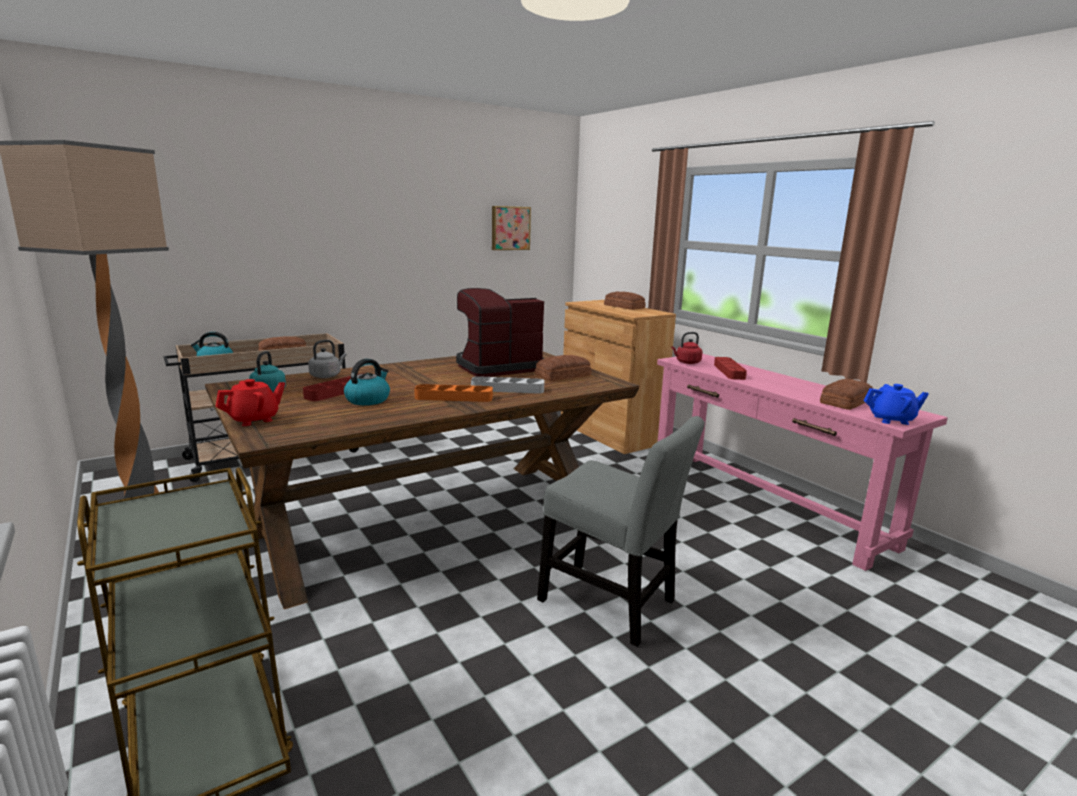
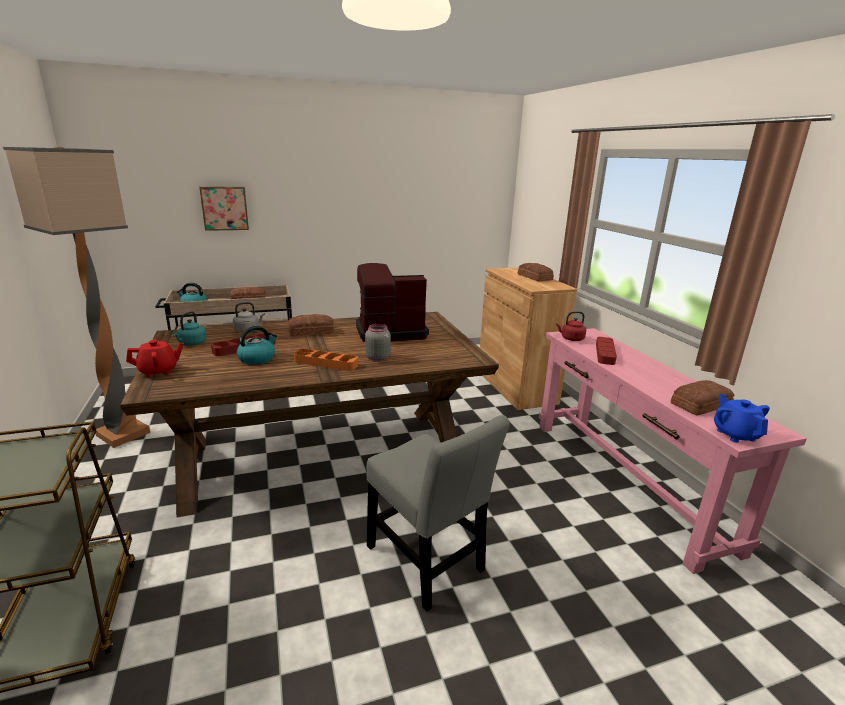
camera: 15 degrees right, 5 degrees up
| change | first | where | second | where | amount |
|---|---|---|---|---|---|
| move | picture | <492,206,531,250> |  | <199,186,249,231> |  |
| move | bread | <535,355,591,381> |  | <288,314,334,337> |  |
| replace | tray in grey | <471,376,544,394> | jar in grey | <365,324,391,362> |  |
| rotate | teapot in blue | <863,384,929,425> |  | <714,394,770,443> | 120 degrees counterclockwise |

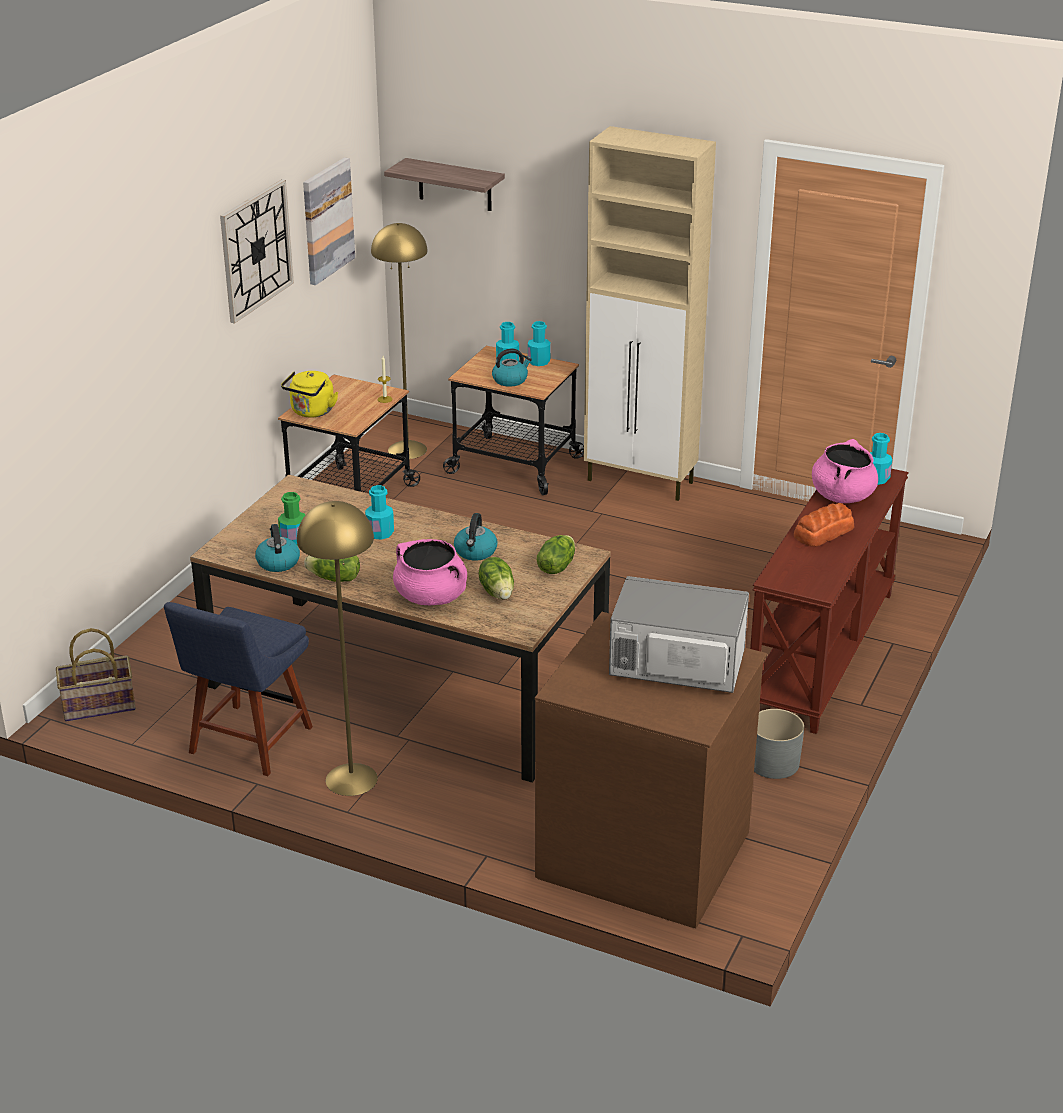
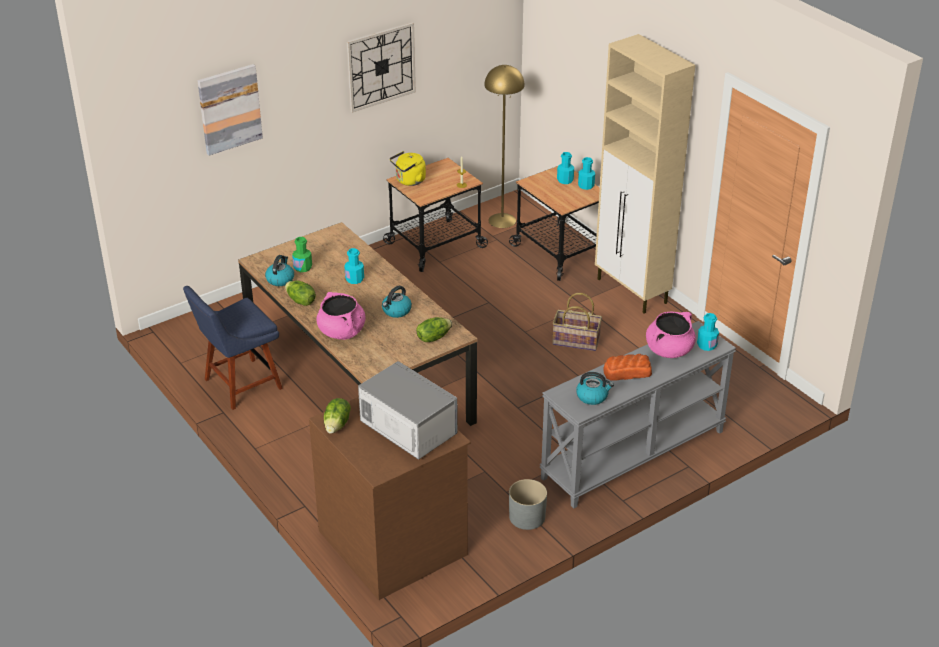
camera: 30 degrees right, 5 degrees up
| change | first | where | second | where | amount |
|---|---|---|---|---|---|
| move | picture | <303,157,355,285> |  | <198,64,263,155> |  |
| delete | shelf | <384,158,505,211> |  |  |  |
| move | kettle | <492,348,532,387> |  | <576,372,614,405> |  |
| recolor | console table in brown | <750,469,909,734> | console table in grey | <540,321,736,509> |  |
| delete | floor lamp in yellow | <297,501,378,796> |  |  |  |
| move | lettuce | <478,557,514,600> |  | <324,398,351,433> |  |
| move | basket | <56,628,136,722> |  | <552,293,602,351> |  |

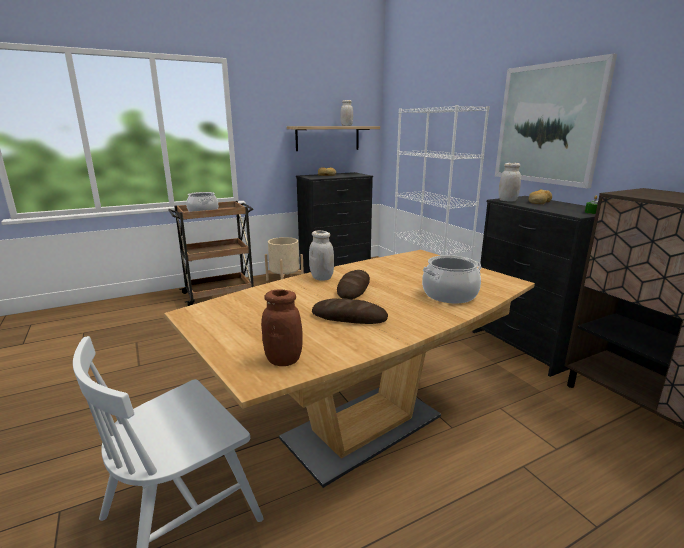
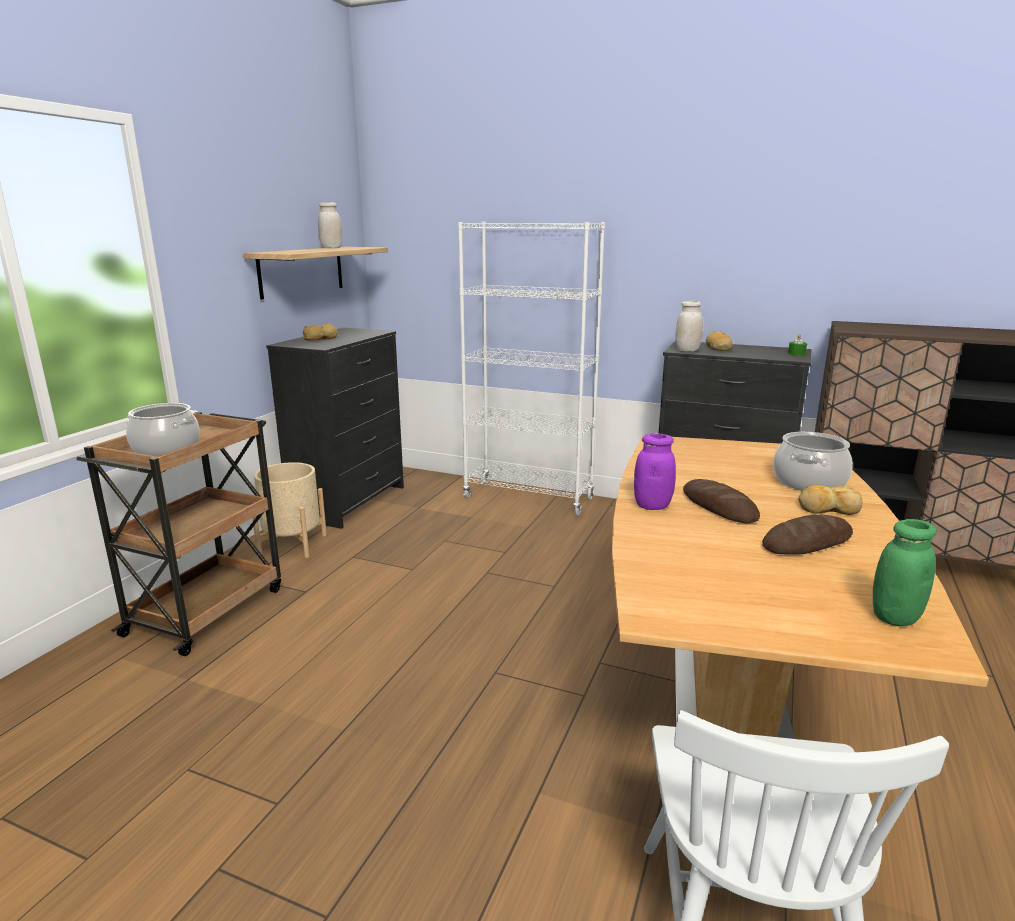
camera: 40 degrees left, 0 degrees up
| change | first | where | second | where | amount |
|---|---|---|---|---|---|
| delete | picture | <495,54,617,188> |  |  |  |
| recolor | jar in white | <309,230,334,281> | jar in purple | <634,433,676,510> |  |
| recolor | jar in brown | <261,289,303,366> | jar in green | <873,519,937,626> |  |
| insert |  |  | bread | <798,485,862,515> |  |

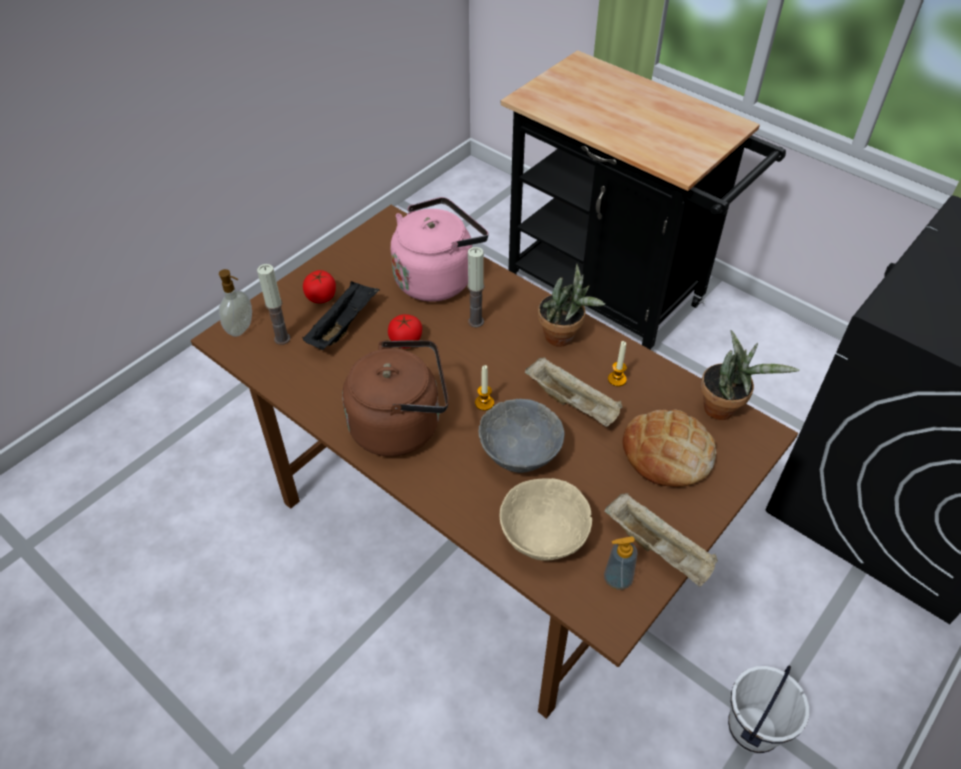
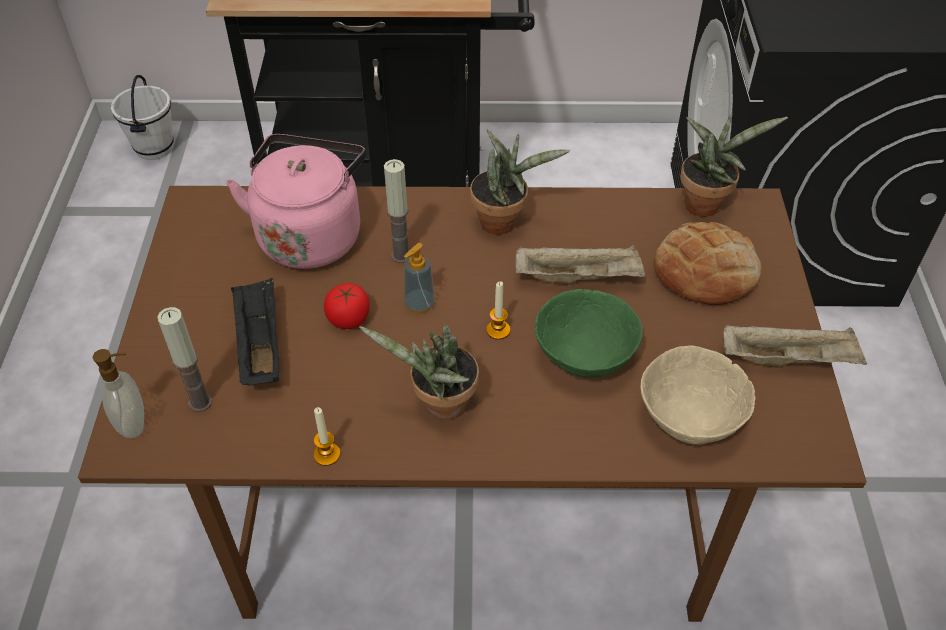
camera: 40 degrees left, 0 degrees up
| change | first | where | second | where | amount |
|---|---|---|---|---|---|
| delete | tomato | <303,270,336,303> |  |  |  |
| replace | kettle in brown | <342,340,449,457> | potted plant | <359,324,479,420> |  |
| move | candle | <608,341,627,387> |  | <313,407,340,466> |  |
| recolor | bowl in grey | <478,399,565,473> | bowl in green | <535,289,643,378> |  |
| move | soap dispenser | <604,536,638,590> |  | <404,243,435,314> |  |
| move | bucket in white | <728,666,809,754> |  | <111,75,173,160> |  |

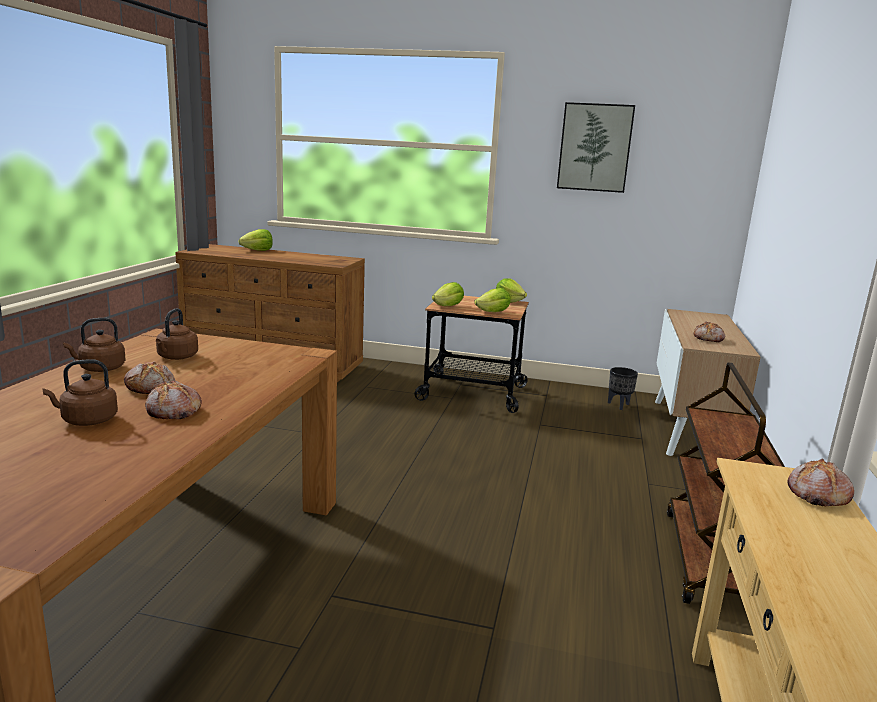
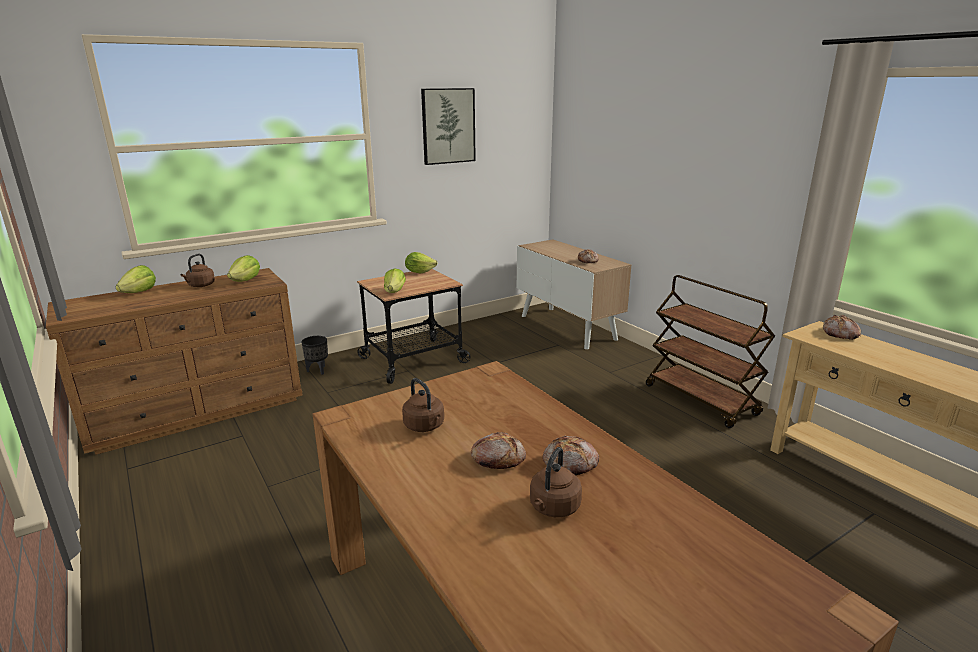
camera: 45 degrees left, 5 degrees up
| change | first | where | second | where | amount |
|---|---|---|---|---|---|
| move | lettuce | <474,288,511,312> |  | <227,255,260,282> |  |
| move | kettle in brown | <63,318,126,372> |  | <181,254,215,287> |  |
| move | planter in black | <608,367,638,410> |  | <301,336,328,375> |  |

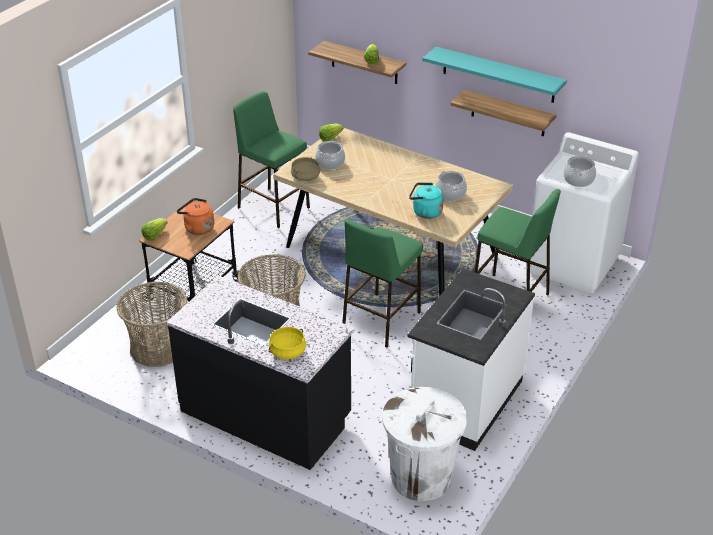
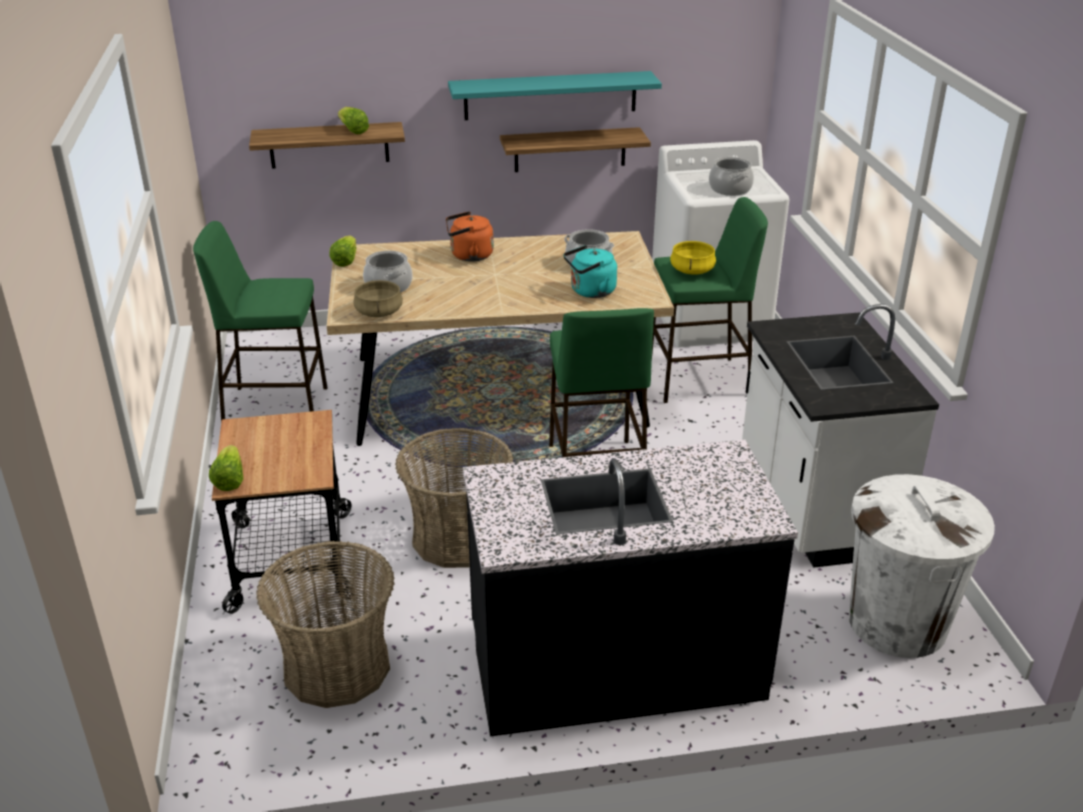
camera: 40 degrees left, 5 degrees down
| change | first | where | second | where | amount |
|---|---|---|---|---|---|
| move | kettle in orange | <177,198,214,235> |  | <446,211,494,262> |  |
| move | cooking pot in yellow | <269,327,306,359> |  | <670,241,716,275> |  |

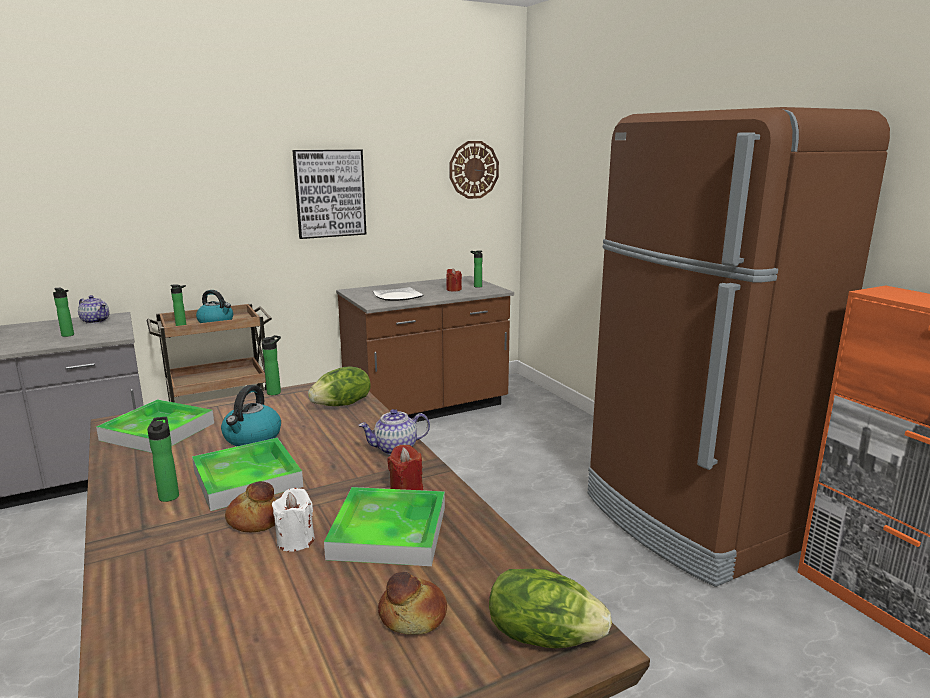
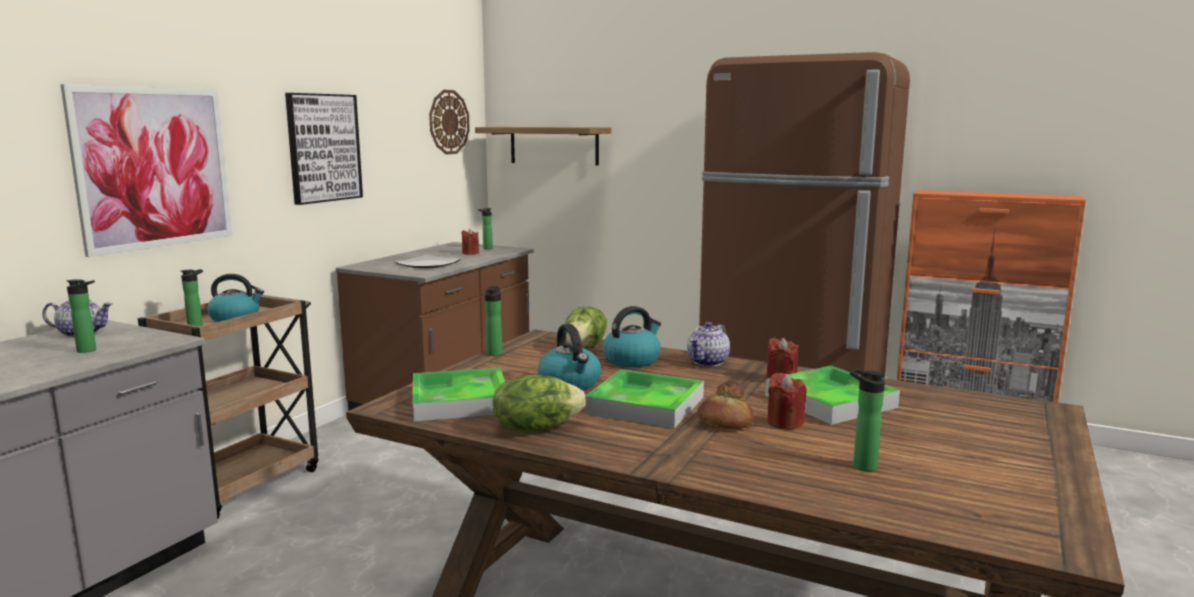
camera: 35 degrees left, 5 degrees down
| change | first | where | second | where | amount |
|---|---|---|---|---|---|
| move | bottle | <147,417,179,502> |  | <850,368,886,472> |  |
| recolor | candle in white | <272,488,315,552> | candle in red | <767,373,806,430> |  |
| move | lettuce | <489,569,612,648> |  | <493,375,586,432> |  |
| delete | bread | <378,572,447,635> |  |  |  |
| insert |  |  | picture | <60,84,232,257> |  |
| insert |  |  | shelf | <475,127,611,166> |  |
| insert |  |  | kettle | <603,306,661,367> |  |

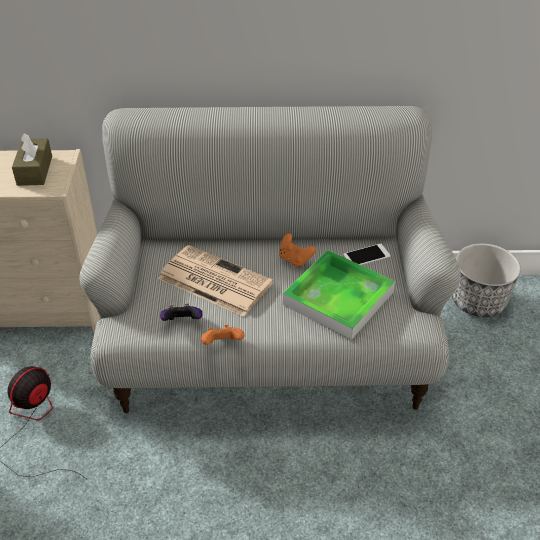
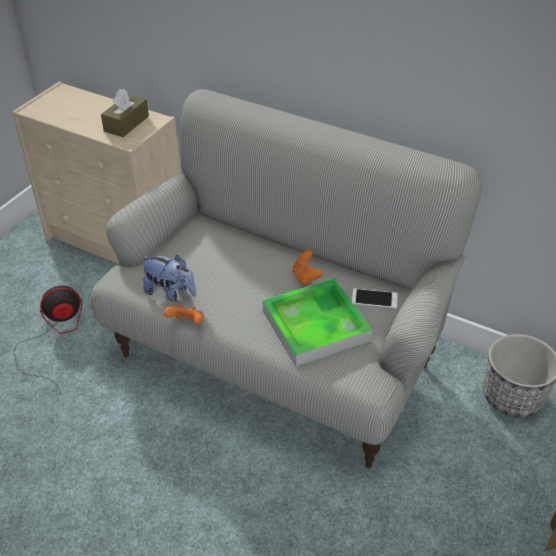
camera: 30 degrees right, 0 degrees up
| change | first | where | second | where | amount |
|---|---|---|---|---|---|
| delete | newspaper | <158,245,273,317> |  |  |  |
| replace | game controller | <160,303,202,321> | plush toy | <141,255,196,302> |  |

